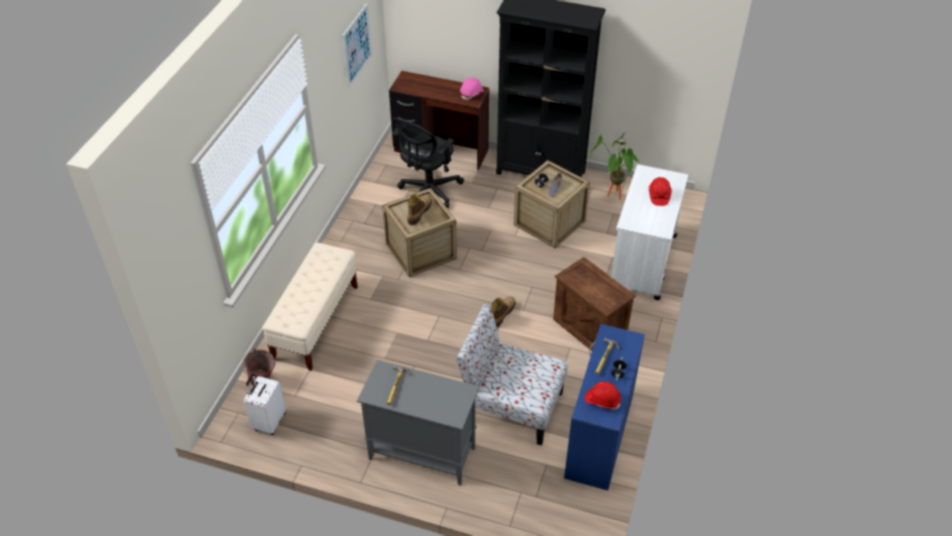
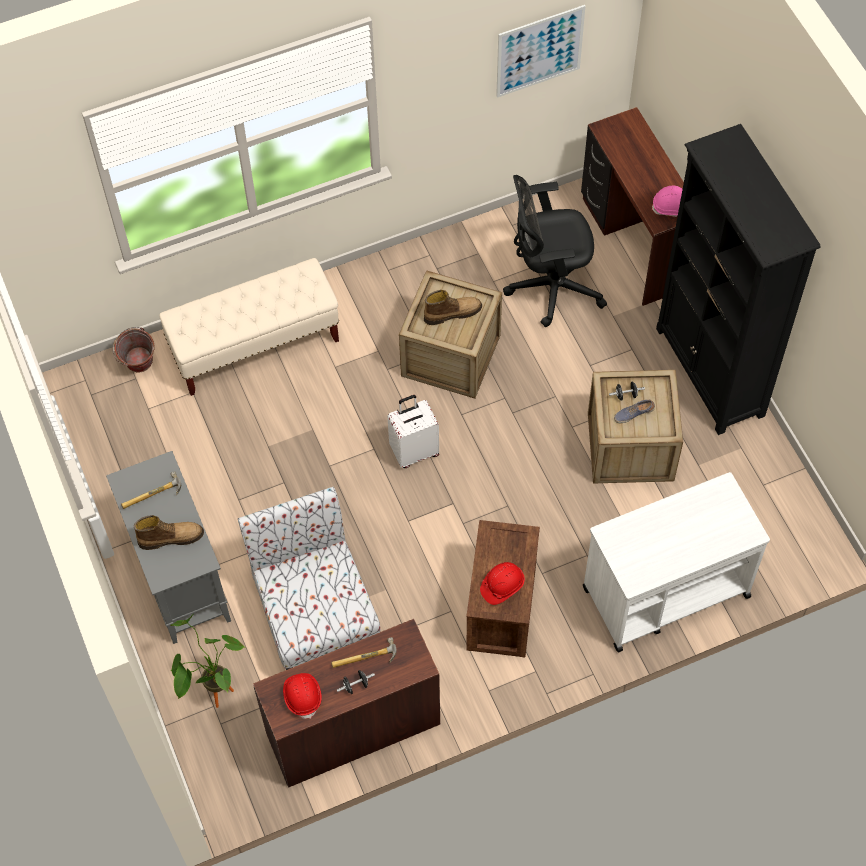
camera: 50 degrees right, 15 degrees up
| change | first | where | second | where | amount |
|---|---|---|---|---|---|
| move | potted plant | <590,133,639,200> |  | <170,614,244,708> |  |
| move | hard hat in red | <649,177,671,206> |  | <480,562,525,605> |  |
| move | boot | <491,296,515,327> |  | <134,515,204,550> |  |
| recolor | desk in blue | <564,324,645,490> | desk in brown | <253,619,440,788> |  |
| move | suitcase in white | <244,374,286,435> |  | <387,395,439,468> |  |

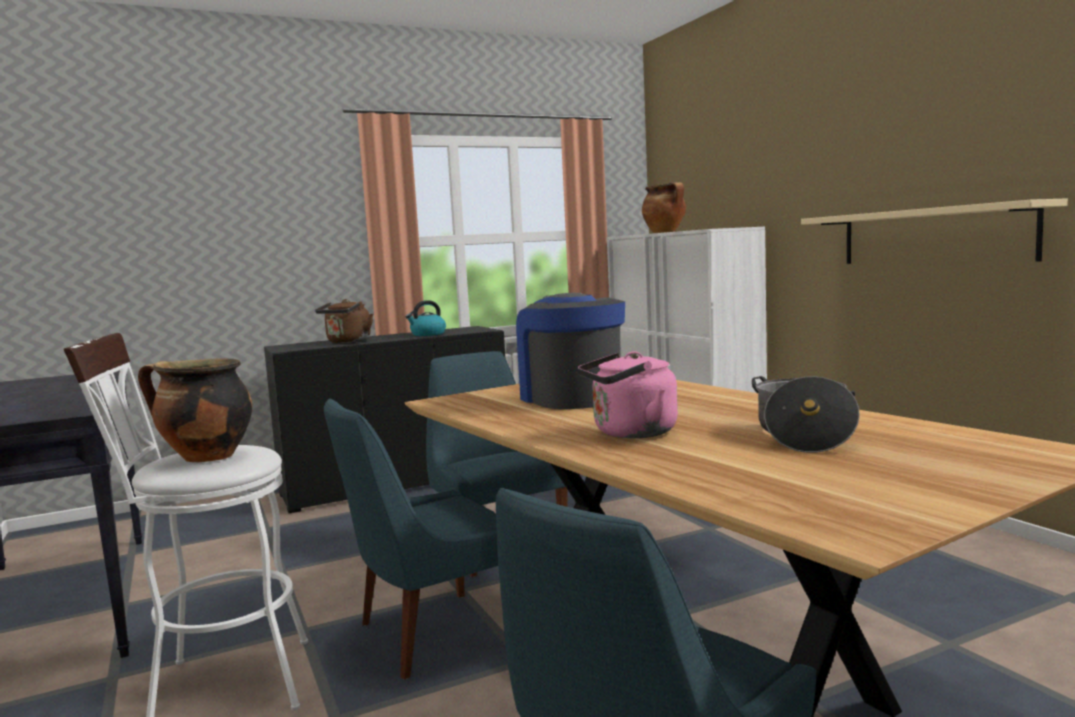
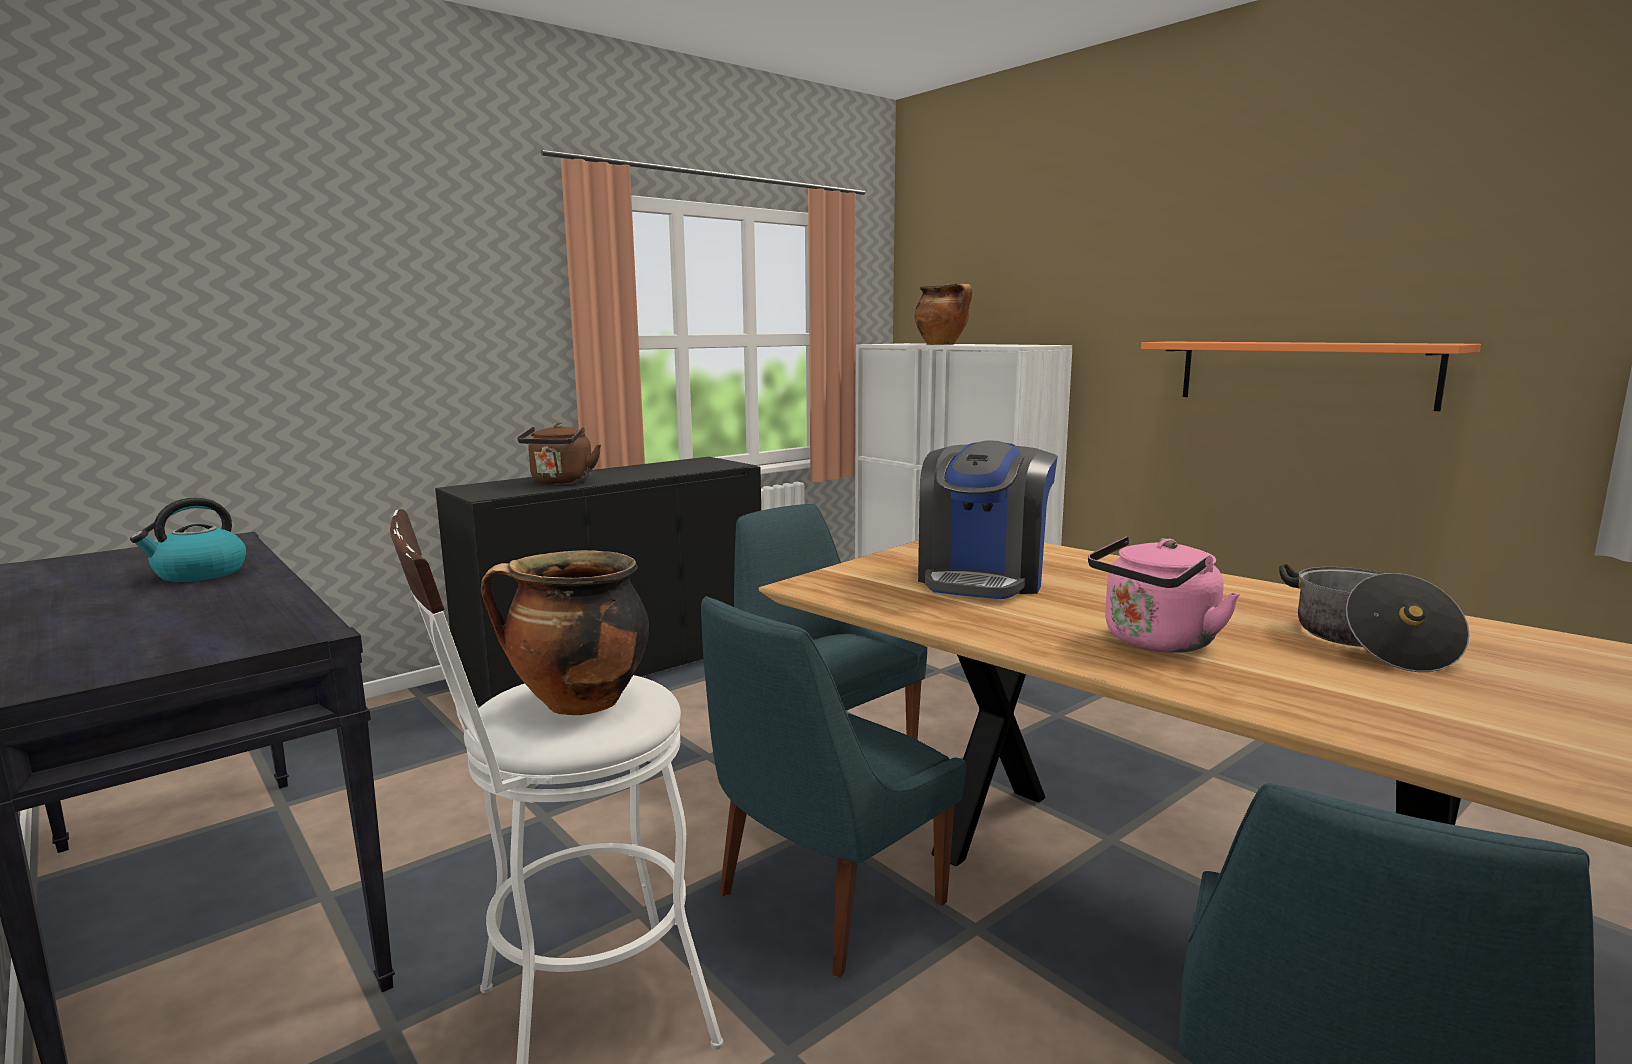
camera: 15 degrees left, 5 degrees up
| change | first | where | second | where | amount |
|---|---|---|---|---|---|
| recolor | shelf in beige | <801,198,1068,264> | shelf in orange | <1141,341,1481,411> |  |
| rotate | coffee machine | <516,293,625,409> |  | <918,440,1058,599> | 120 degrees counterclockwise |
| move | kettle | <406,300,446,336> |  | <130,498,246,582> |  |

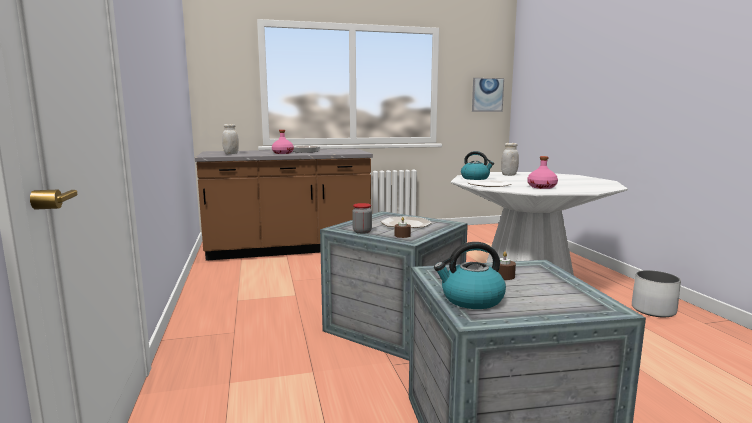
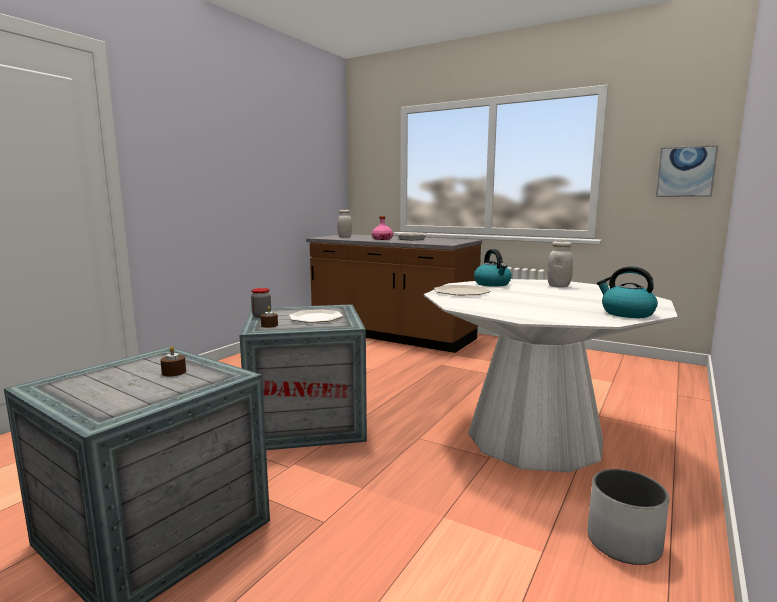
camera: 45 degrees right, 0 degrees up
| change | first | where | second | where | amount |
|---|---|---|---|---|---|
| delete | bottle in pink | <527,156,558,189> |  |  |  |
| move | kettle | <434,242,506,309> |  | <597,266,658,318> |  |

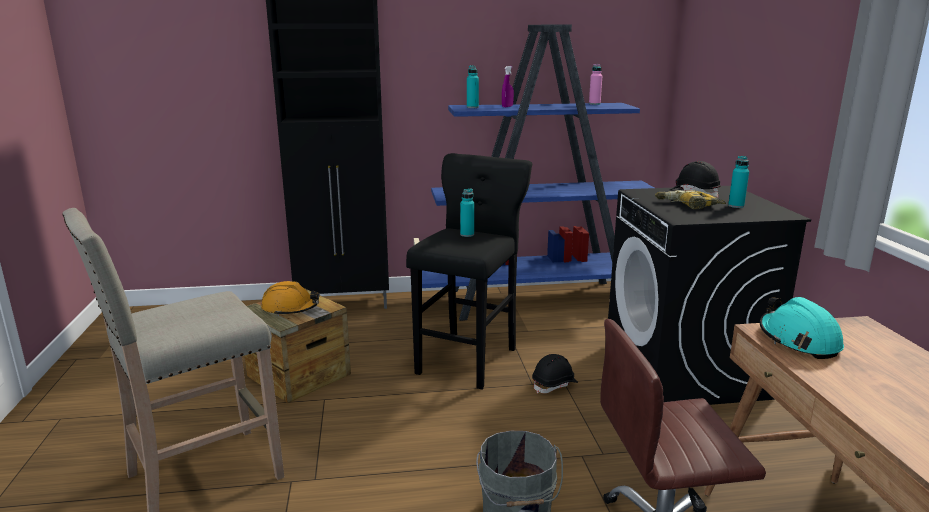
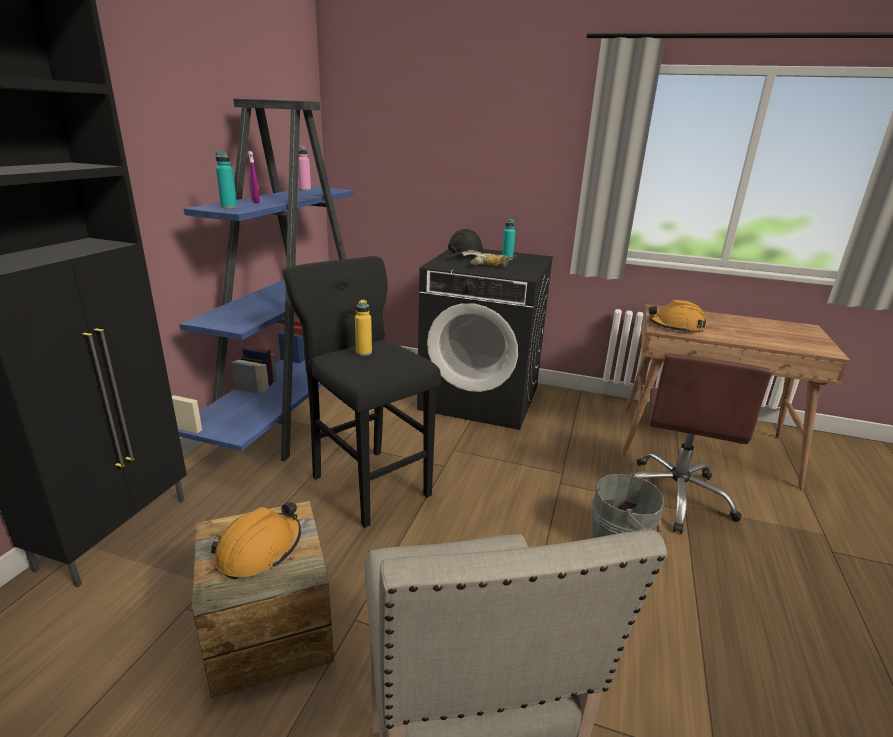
camera: 65 degrees left, 5 degrees up
| change | first | where | second | where | amount |
|---|---|---|---|---|---|
| recolor | bottle in turquoise | <460,189,474,237> | bottle in yellow | <355,300,372,356> |  |
| recolor | hard hat in turquoise | <760,297,844,359> | hard hat in orange | <648,300,706,333> |  |
| delete | hard hat in black | <532,354,578,393> |  |  |  |

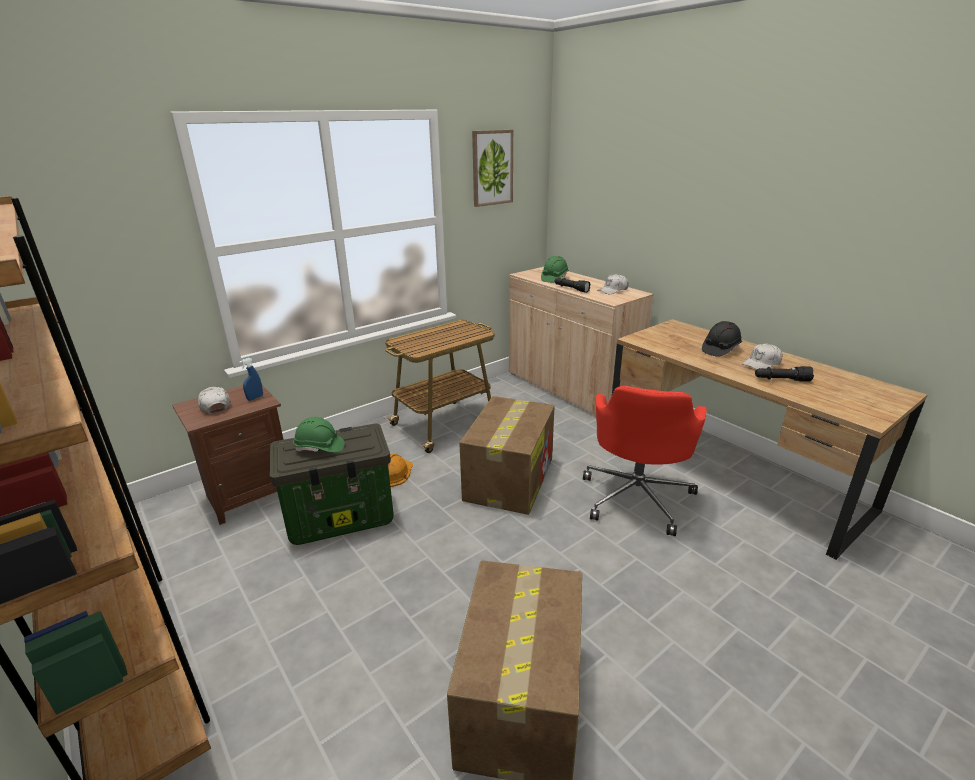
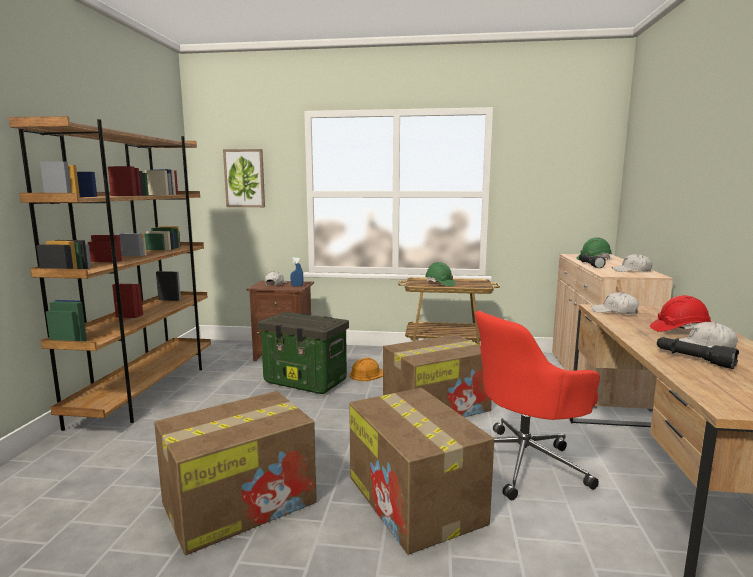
camera: 45 degrees right, 15 degrees down
| change | first | where | second | where | amount |
|---|---|---|---|---|---|
| move | picture | <472,130,513,207> |  | <223,149,265,207> |  |
| recolor | hard hat in black | <702,321,742,357> | hard hat in red | <650,295,711,332> |  |
| move | hard hat in green | <293,417,345,453> |  | <425,262,456,286> |  |
| insert |  |  | cap in white | <592,292,639,314> |  |
| insert |  |  | cardboard box | <349,388,494,555> |  |

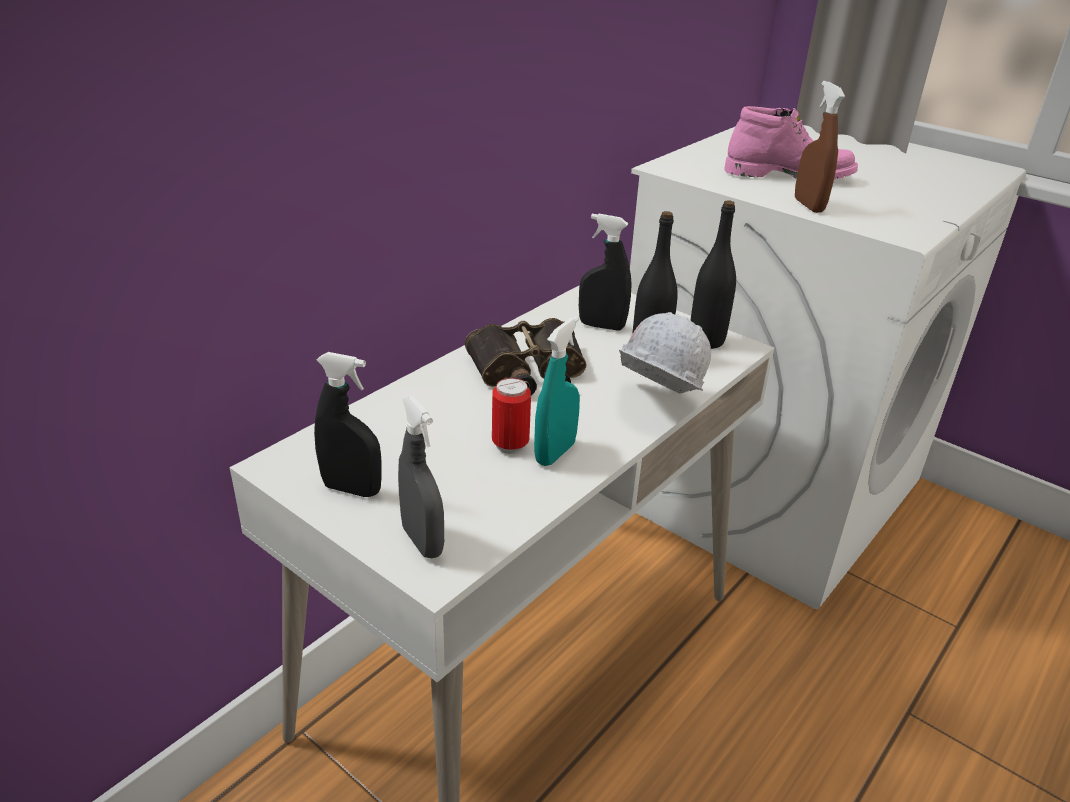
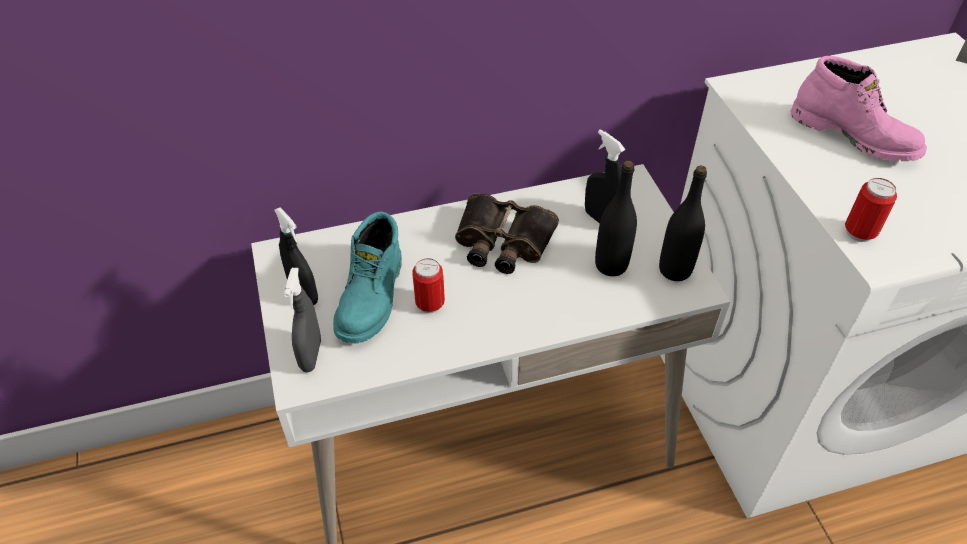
camera: 35 degrees right, 15 degrees up
| change | first | where | second | where | amount |
|---|---|---|---|---|---|
| delete | spray bottle in brown | <795,81,845,213> |  |  |  |
| delete | hard hat in white | <619,312,711,394> |  |  |  |
| delete | spray bottle in turquoise | <534,316,580,466> |  |  |  |
| insert |  |  | can | <845,178,897,242> |  |
| insert |  |  | boot in turquoise | <333,212,402,343> |  |

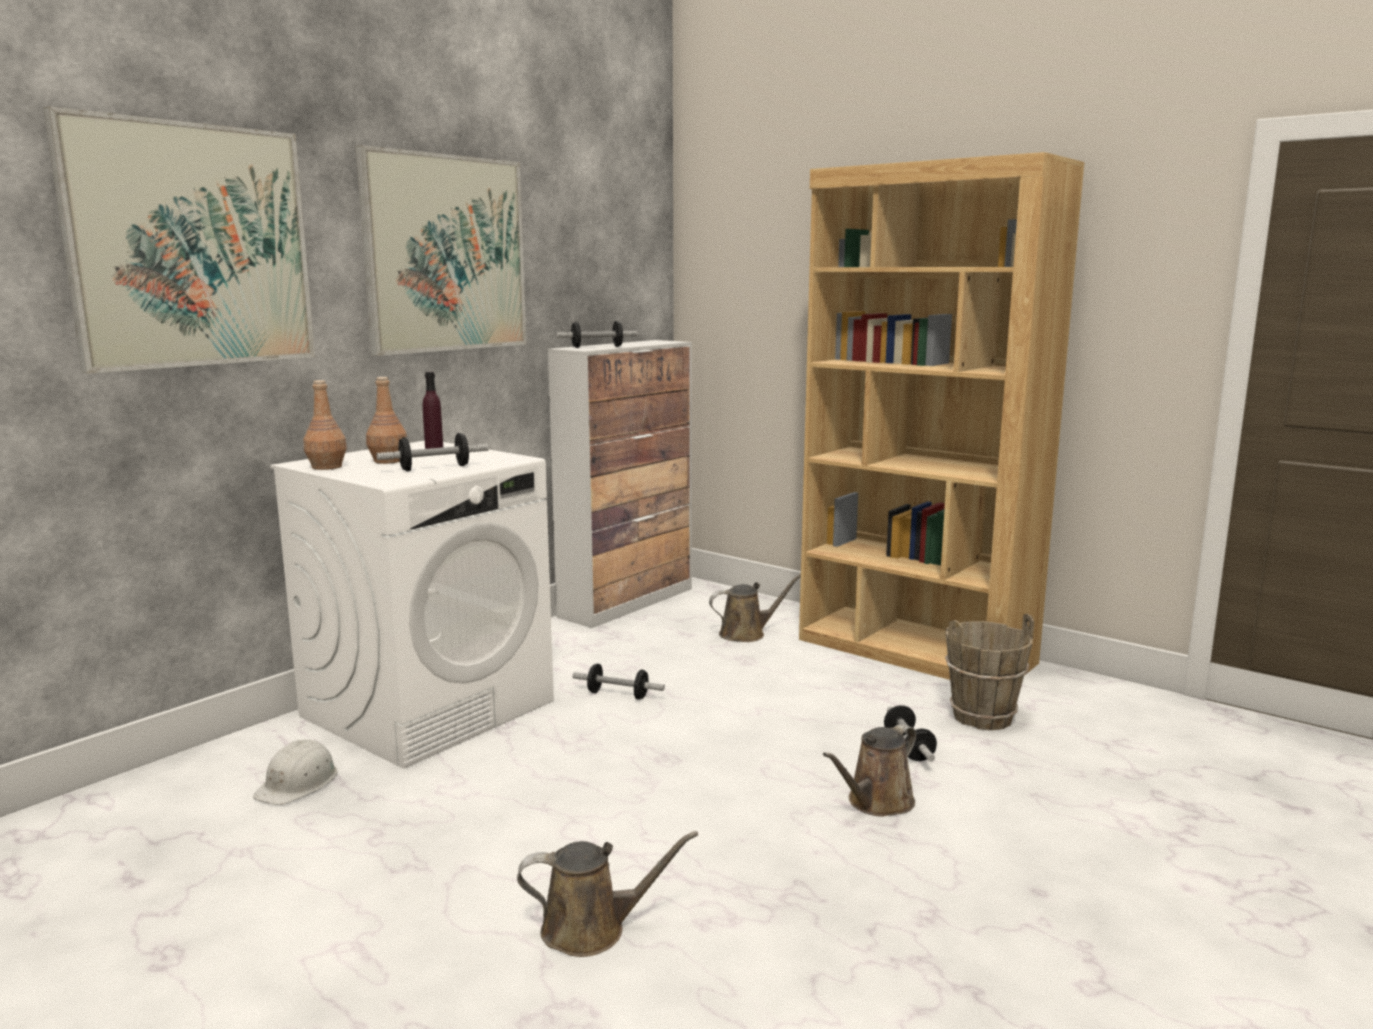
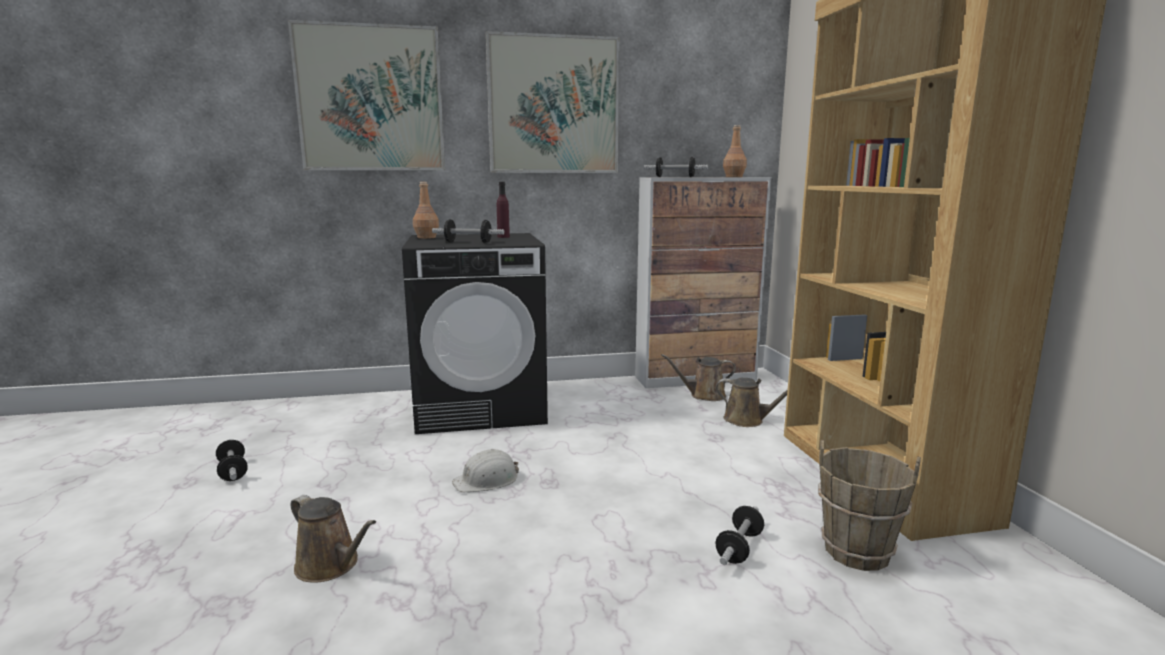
camera: 40 degrees right, 0 degrees up
| change | first | where | second | where | amount |
|---|---|---|---|---|---|
| move | bottle in brown | <366,377,407,464> |  | <723,125,747,177> |  |
| recolor | washing machine in white | <270,441,554,769> | washing machine in black | <402,233,548,434> |  |
| move | dumbbell | <572,663,665,700> |  | <216,440,248,481> |  |
| move | watering can in brown | <823,724,916,817> |  | <661,354,736,401> |  |
| move | hard hat in white | <253,740,337,805> |  | <452,449,519,492> |  |

